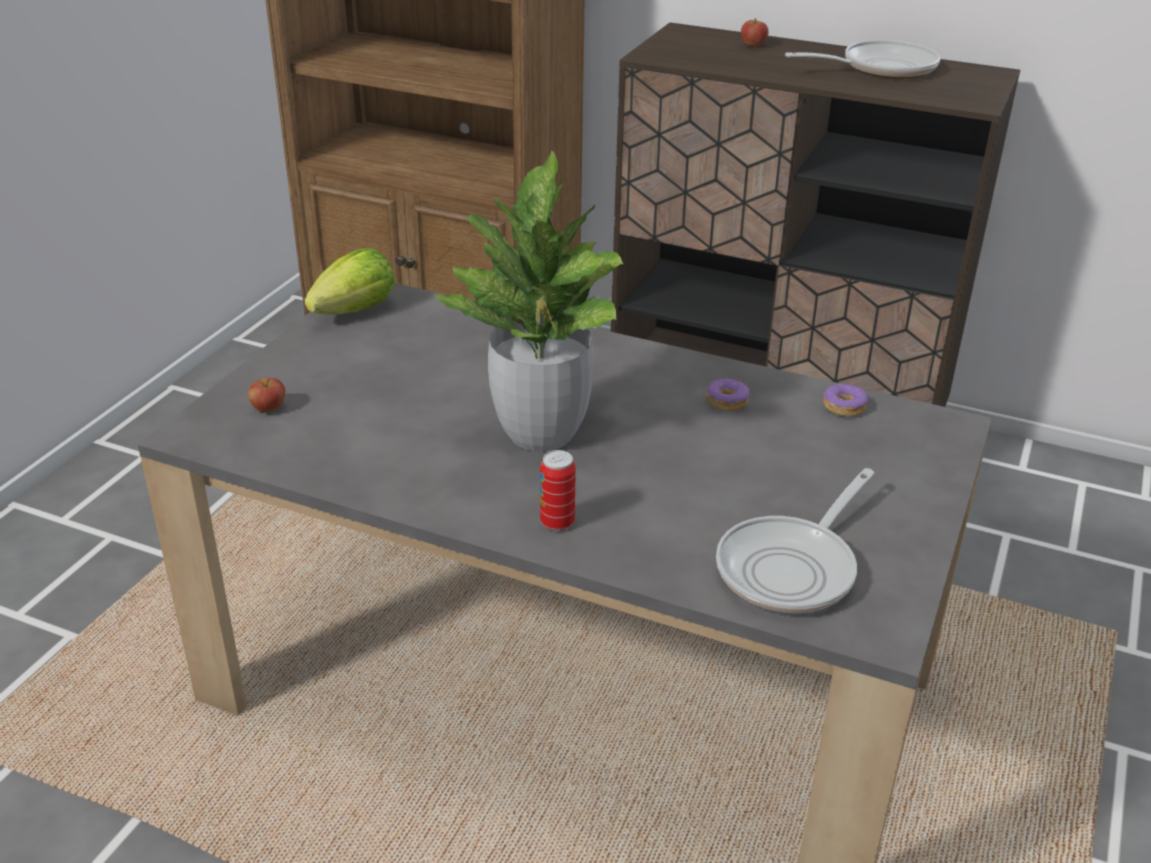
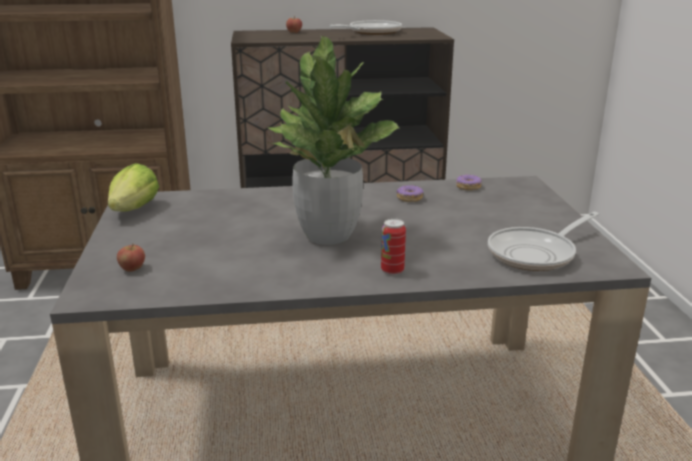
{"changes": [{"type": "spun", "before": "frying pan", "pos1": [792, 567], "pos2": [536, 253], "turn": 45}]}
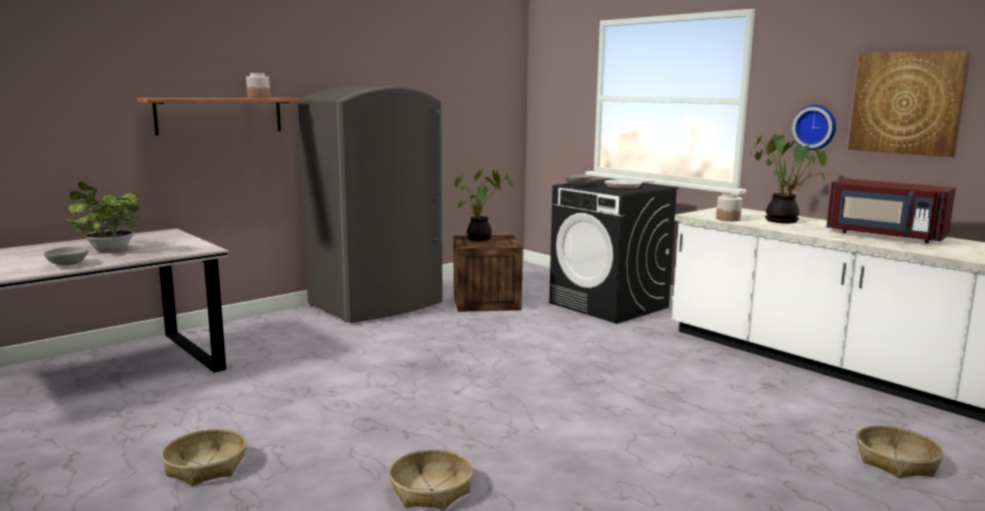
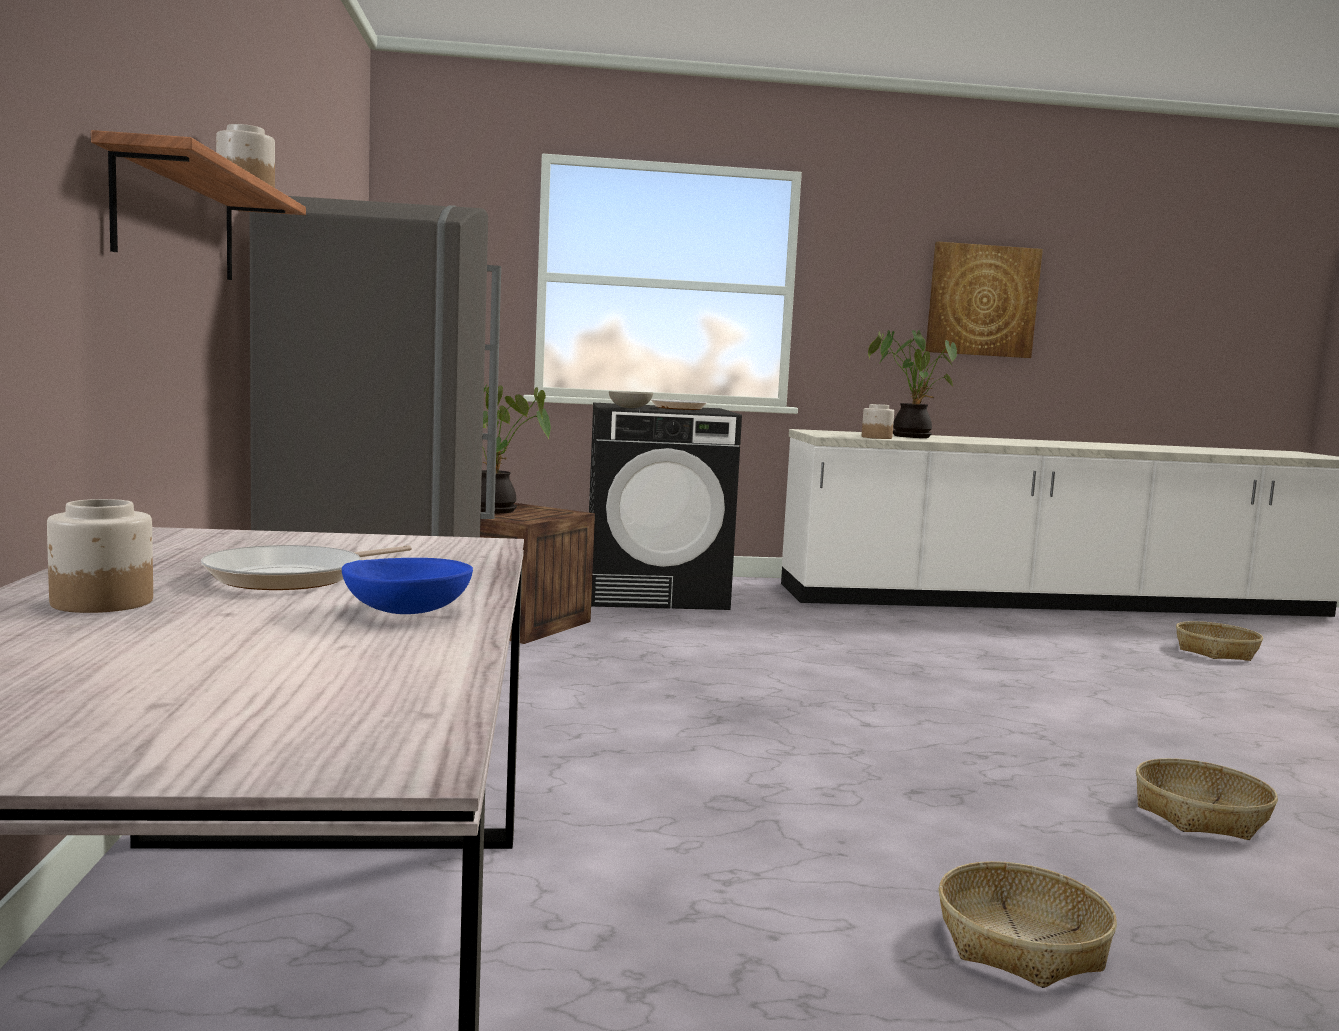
{"changes": [{"type": "missing", "before": "wall clock", "pos1": [815, 127]}, {"type": "missing", "before": "red microwave", "pos1": [884, 236]}, {"type": "exchanged", "before": "potted plant", "after": "frying pan", "pos1": [108, 250], "pos2": [293, 577]}, {"type": "colour", "before": "grey bowl", "after": "blue bowl", "pos1": [67, 265], "pos2": [407, 612]}, {"type": "appeared", "after": "jar", "pos2": [101, 603]}]}
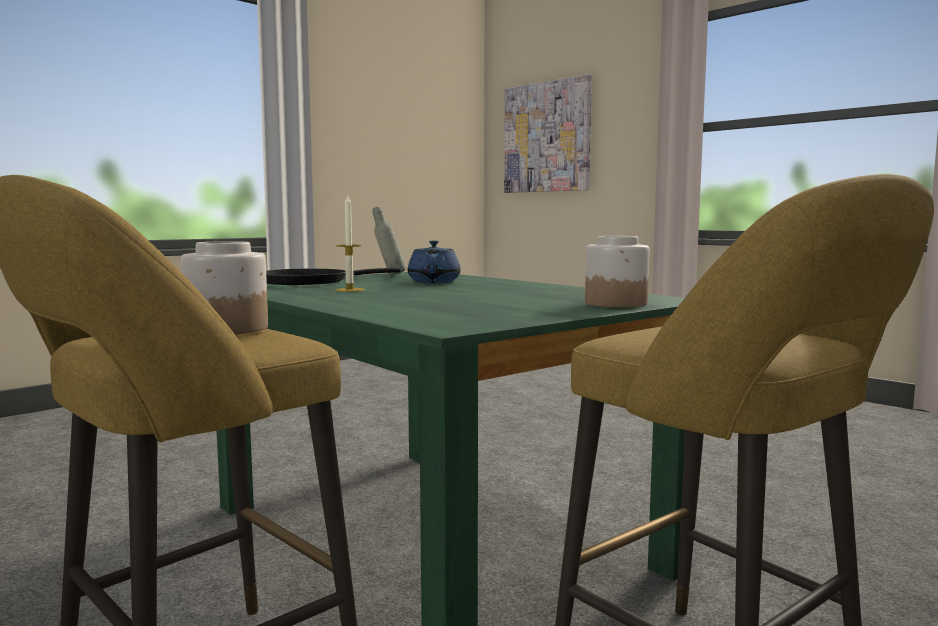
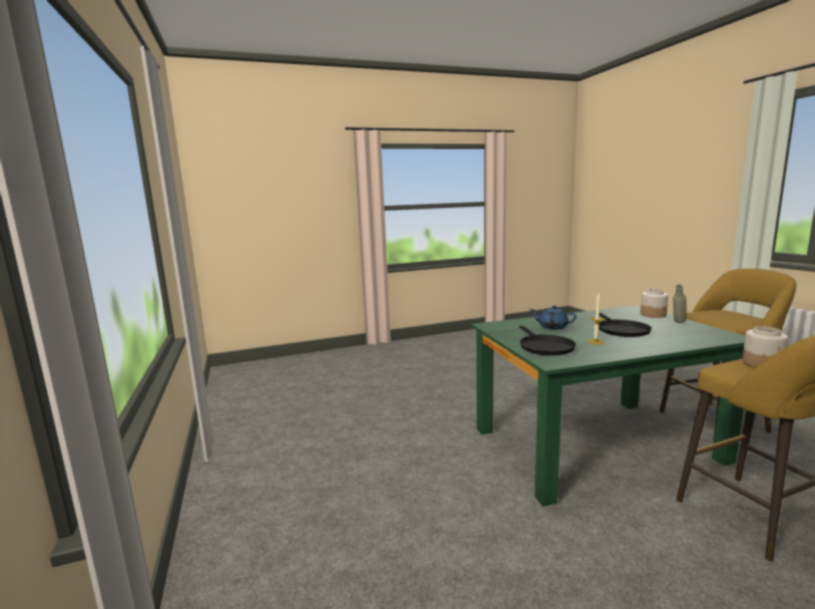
{"changes": [{"type": "missing", "before": "picture", "pos1": [547, 137]}, {"type": "relocated", "before": "grey bottle", "pos1": [389, 275], "pos2": [678, 323]}, {"type": "appeared", "after": "black frying pan", "pos2": [621, 330]}]}
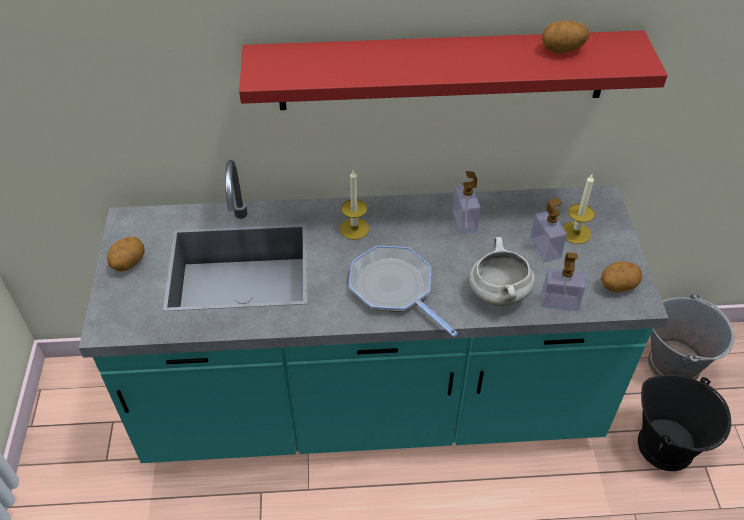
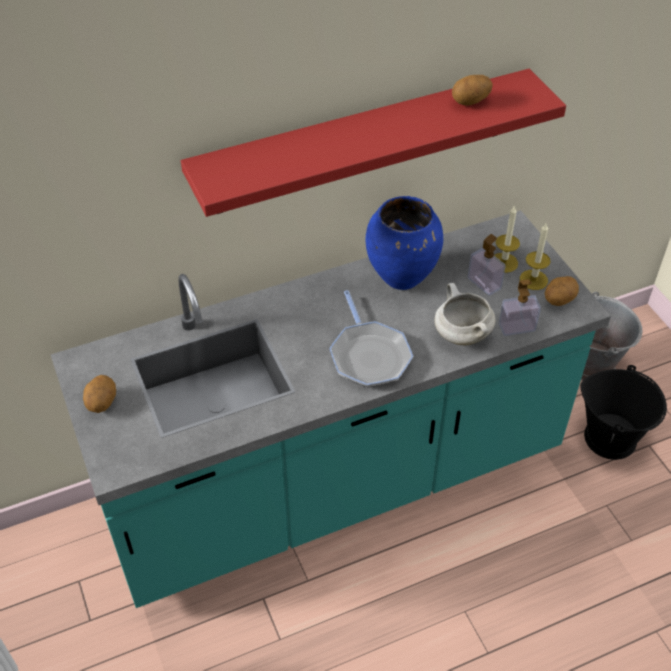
{"changes": [{"type": "relocated", "before": "candle", "pos1": [354, 228], "pos2": [533, 280]}, {"type": "exchanged", "before": "soap dispenser", "after": "blue vase", "pos1": [464, 221], "pos2": [402, 277]}, {"type": "spun", "before": "frying pan", "pos1": [394, 288], "pos2": [368, 355], "turn": -135}]}
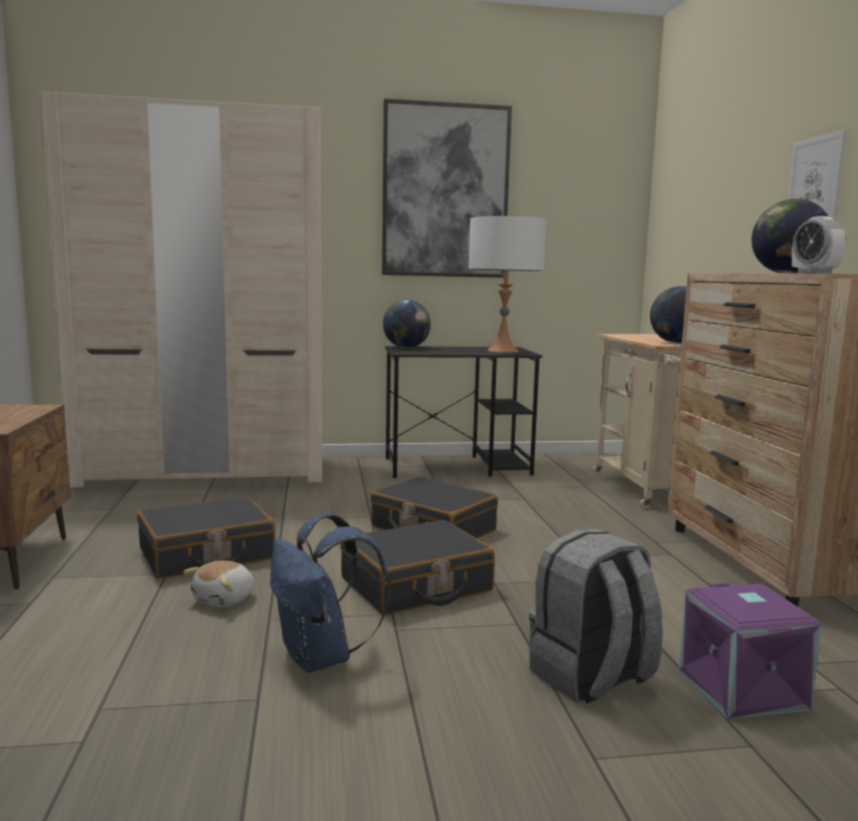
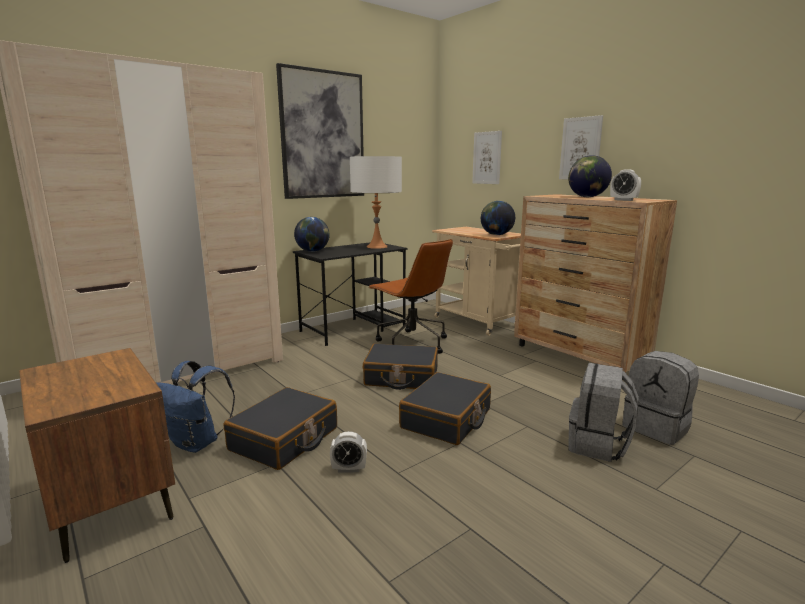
{"changes": [{"type": "relocated", "before": "blue backpack", "pos1": [321, 658], "pos2": [197, 443]}, {"type": "exchanged", "before": "plush toy", "after": "alarm clock", "pos1": [225, 599], "pos2": [349, 469]}, {"type": "exchanged", "before": "purple storage box", "after": "grey backpack", "pos1": [744, 689], "pos2": [656, 427]}, {"type": "appeared", "after": "picture", "pos2": [487, 158]}, {"type": "appeared", "after": "brown office chair", "pos2": [411, 343]}]}
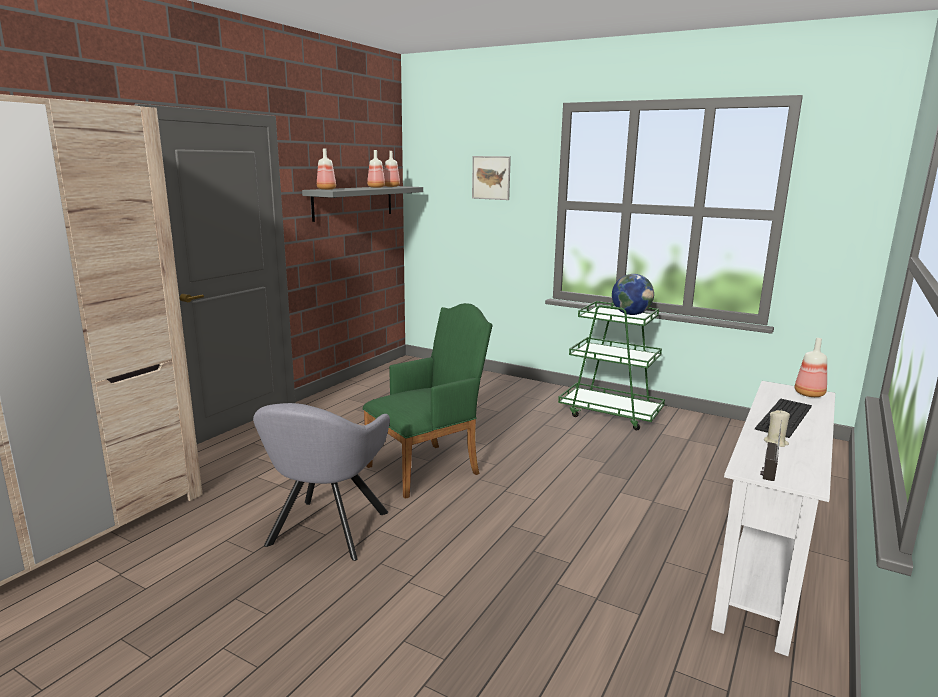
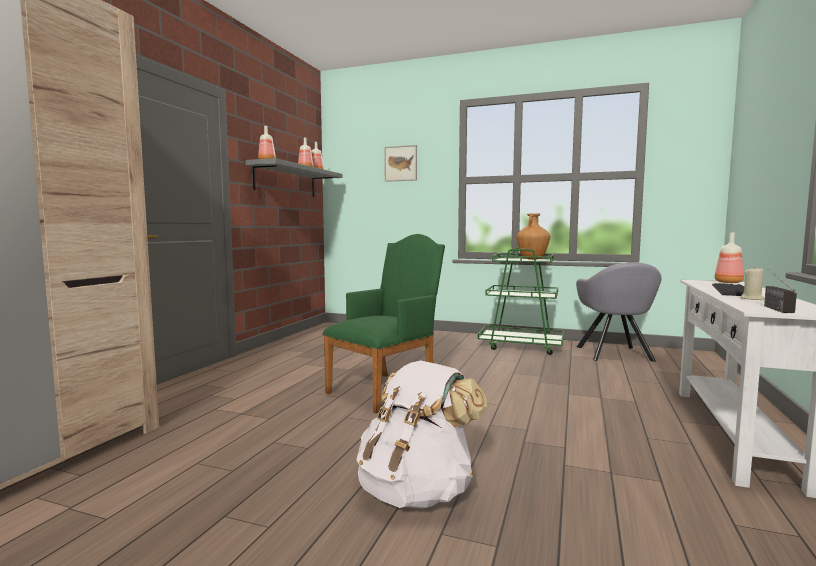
{"changes": [{"type": "exchanged", "before": "globe", "after": "brown vase", "pos1": [631, 314], "pos2": [532, 259]}, {"type": "relocated", "before": "grey armchair", "pos1": [325, 532], "pos2": [615, 355]}, {"type": "appeared", "after": "white backpack", "pos2": [417, 491]}]}
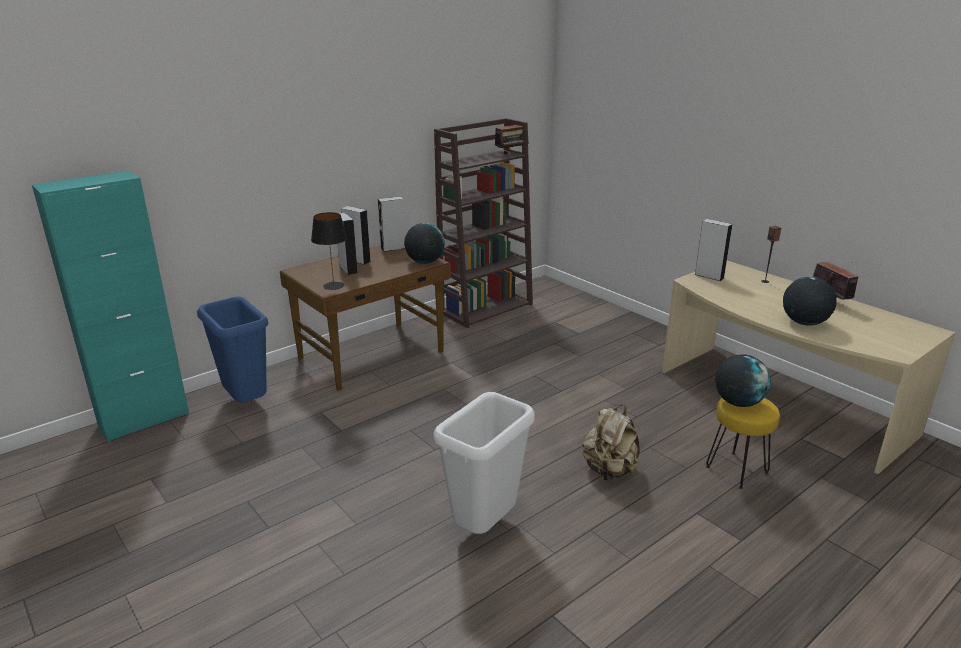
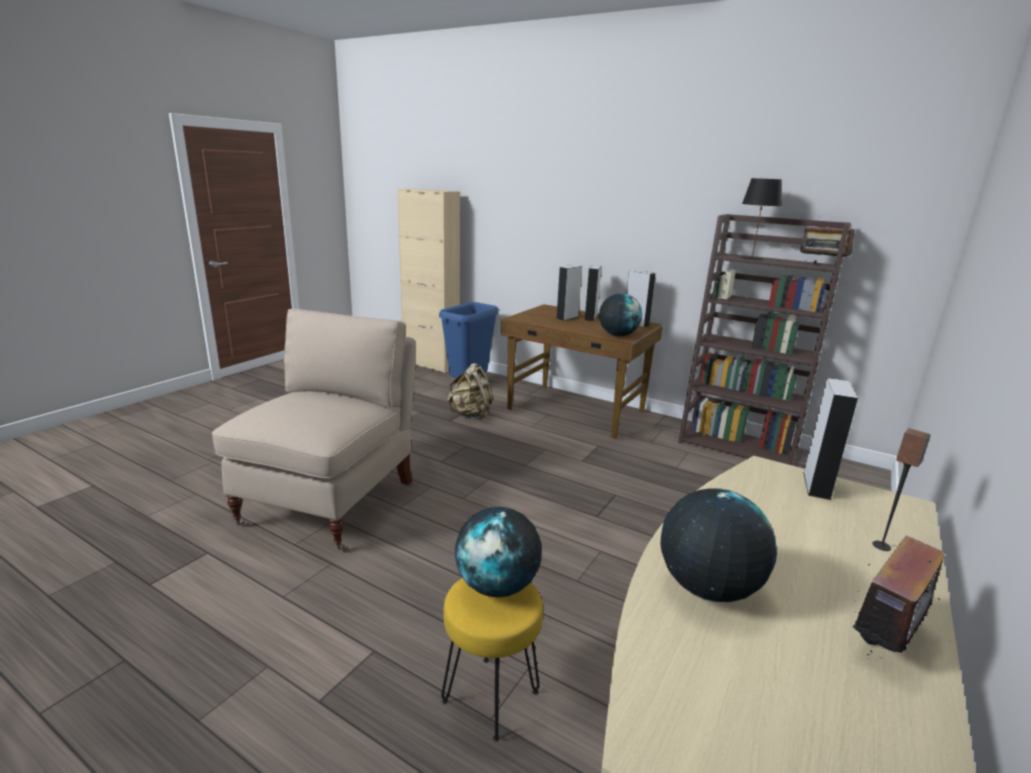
{"changes": [{"type": "colour", "before": "turquoise cabinet", "after": "beige cabinet", "pos1": [144, 420], "pos2": [431, 364]}, {"type": "relocated", "before": "black table lamp", "pos1": [333, 286], "pos2": [751, 258]}, {"type": "exchanged", "before": "white trash can", "after": "beige chair", "pos1": [484, 526], "pos2": [331, 501]}, {"type": "relocated", "before": "beige backpack", "pos1": [609, 470], "pos2": [470, 415]}]}
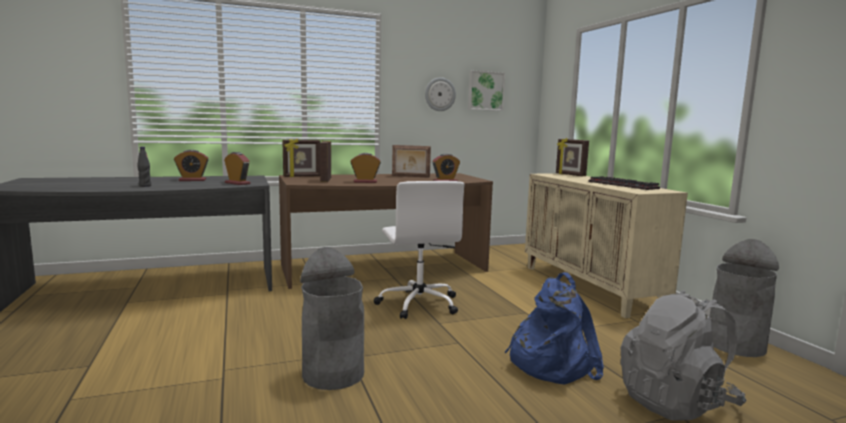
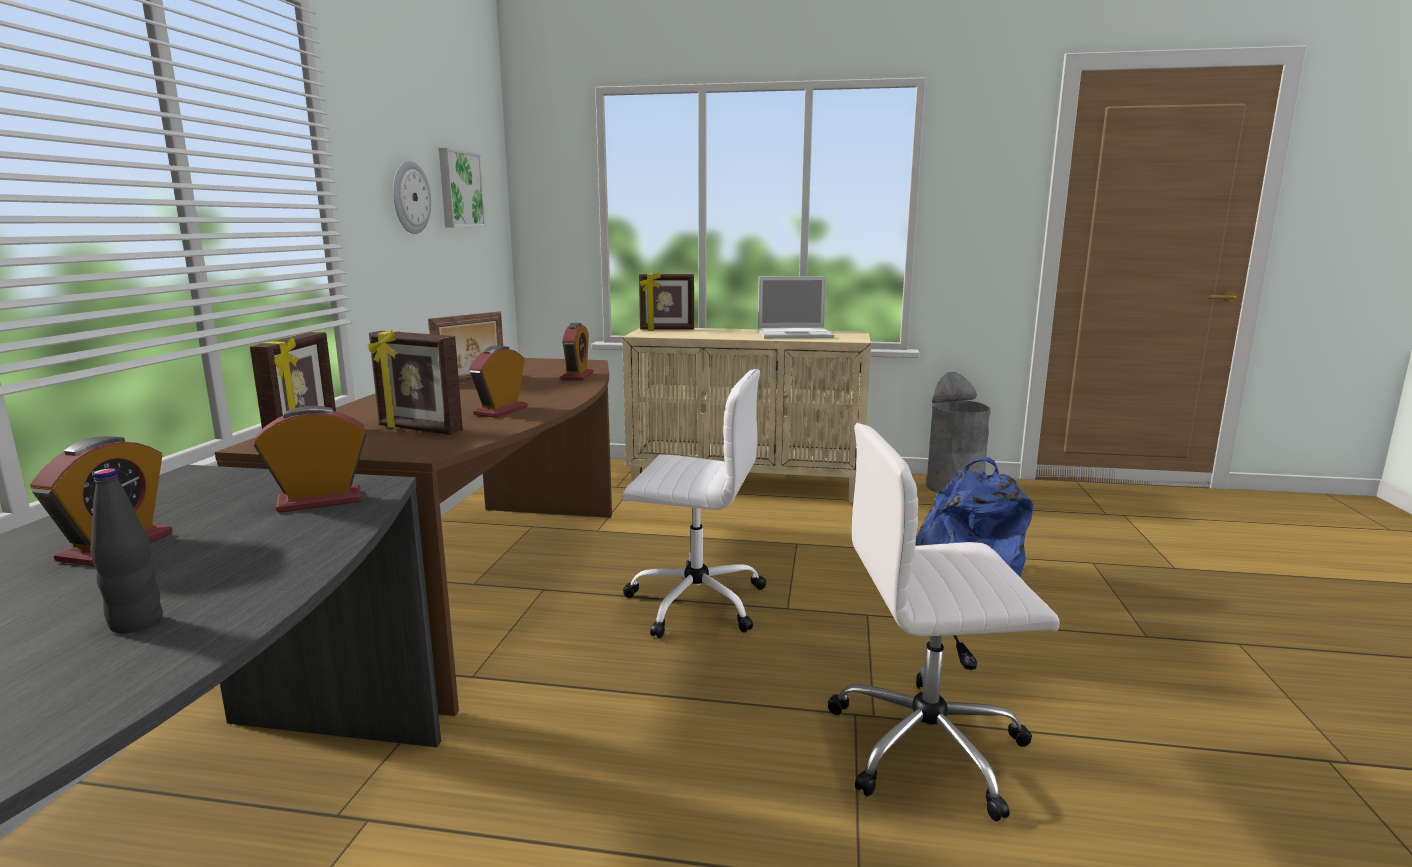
{"changes": [{"type": "exchanged", "before": "keyboard", "after": "laptop", "pos1": [624, 185], "pos2": [796, 334]}, {"type": "exchanged", "before": "grey trash can", "after": "white office chair", "pos1": [333, 374], "pos2": [930, 746]}, {"type": "missing", "before": "grey backpack", "pos1": [676, 402]}]}
